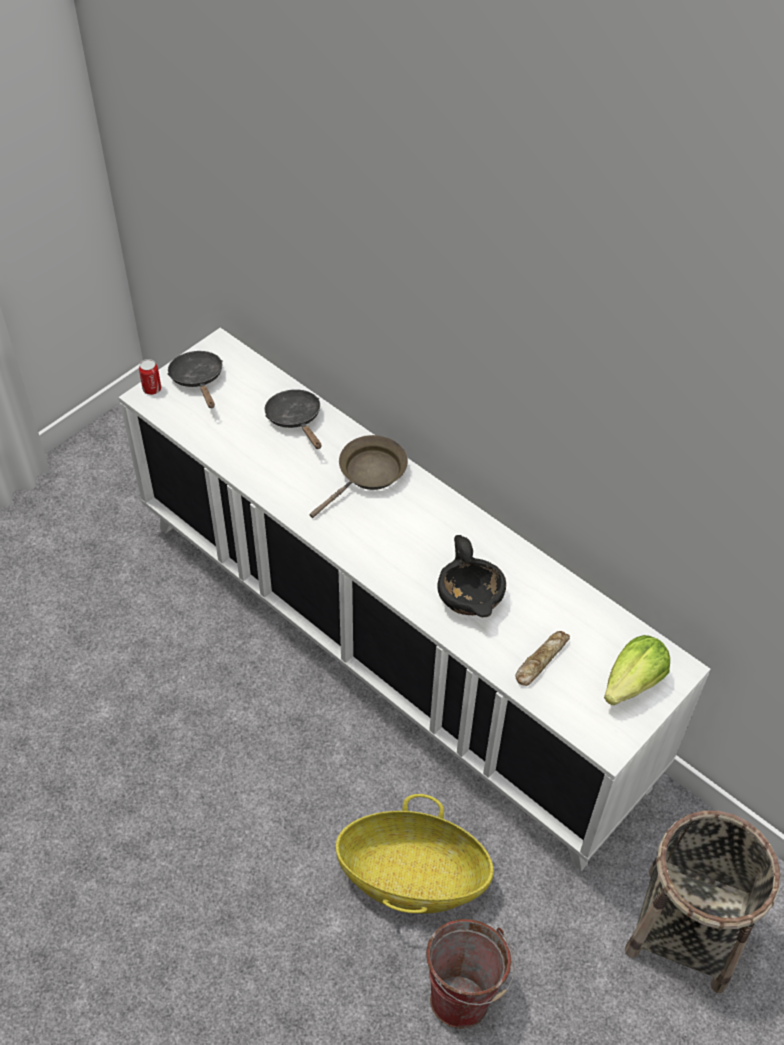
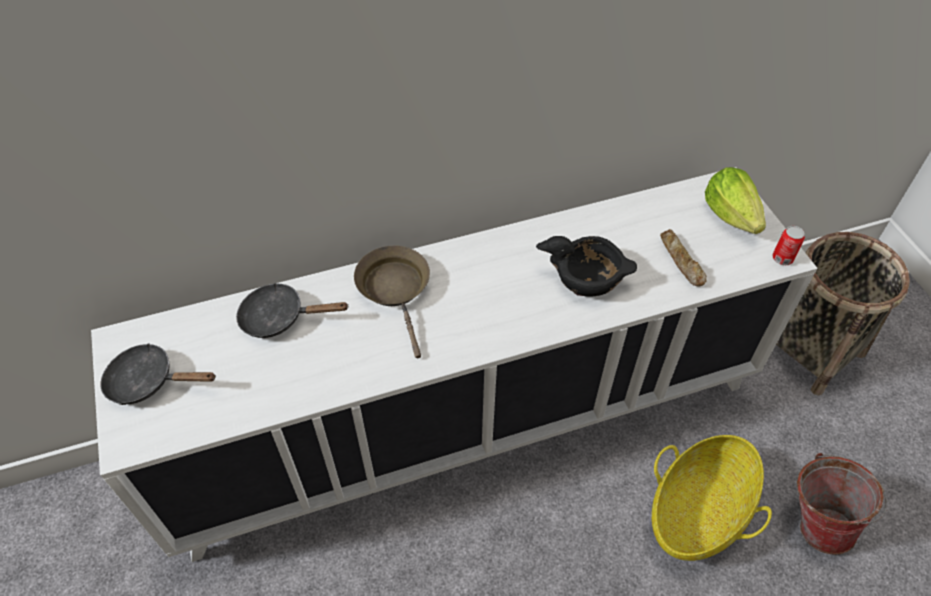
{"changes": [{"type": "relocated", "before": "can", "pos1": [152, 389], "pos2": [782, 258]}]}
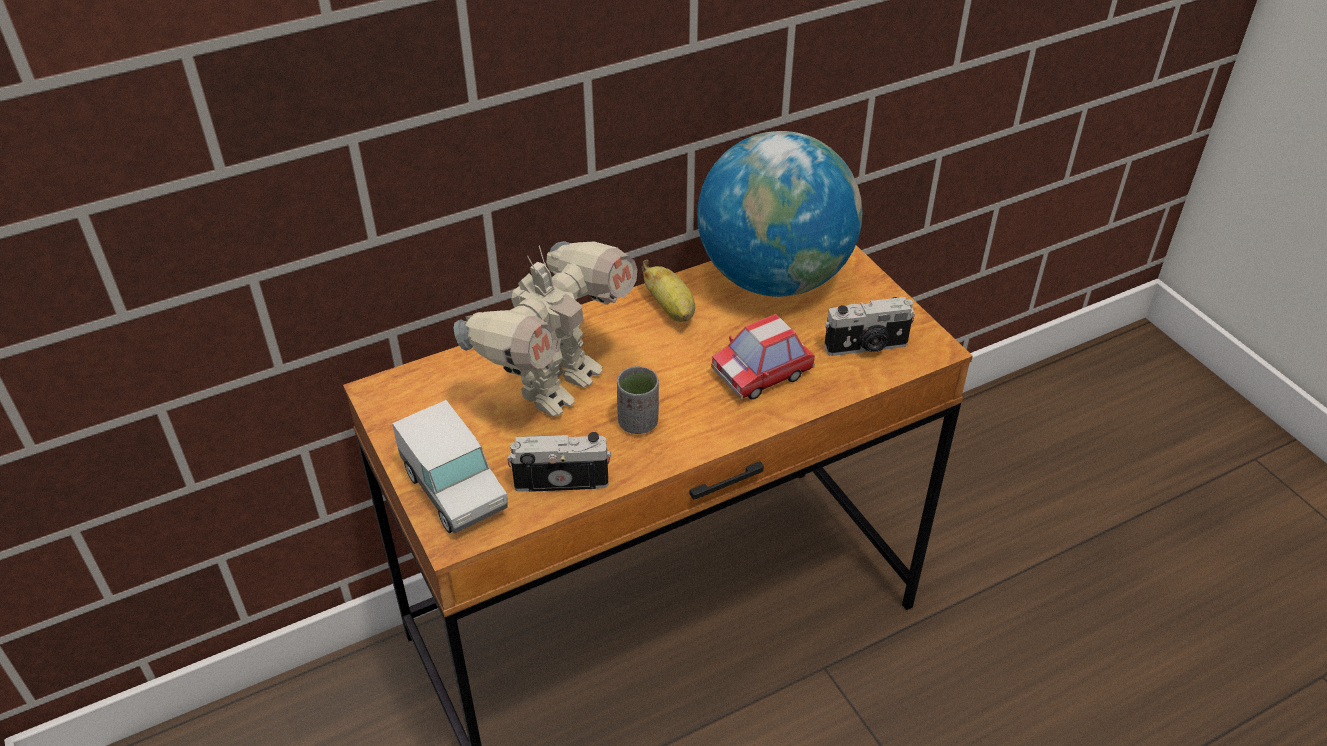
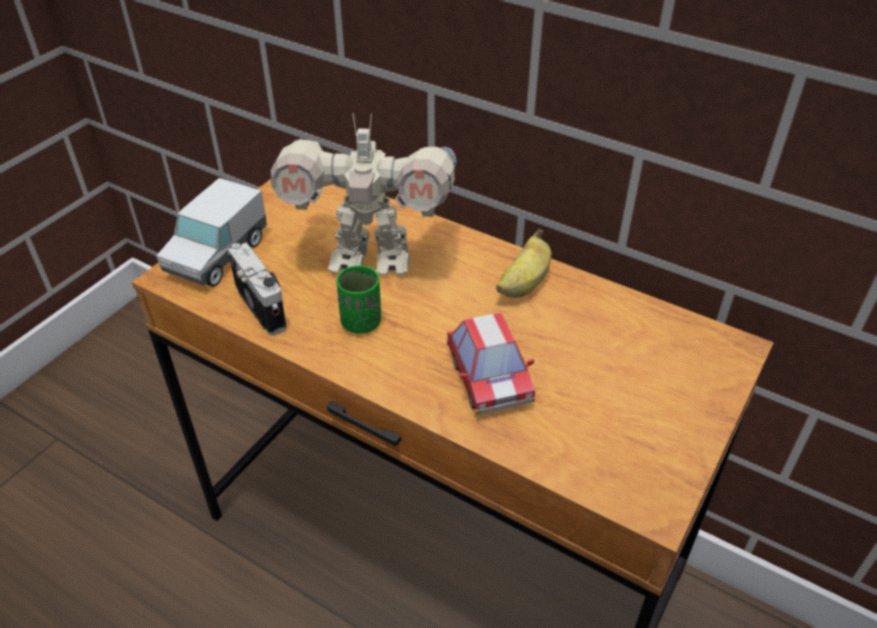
{"changes": [{"type": "missing", "before": "globe", "pos1": [774, 278]}, {"type": "missing", "before": "photo camera", "pos1": [867, 347]}, {"type": "spun", "before": "toy car", "pos1": [762, 374], "pos2": [488, 379], "turn": -135}, {"type": "colour", "before": "grey cup", "after": "green cup", "pos1": [638, 422], "pos2": [361, 323]}]}
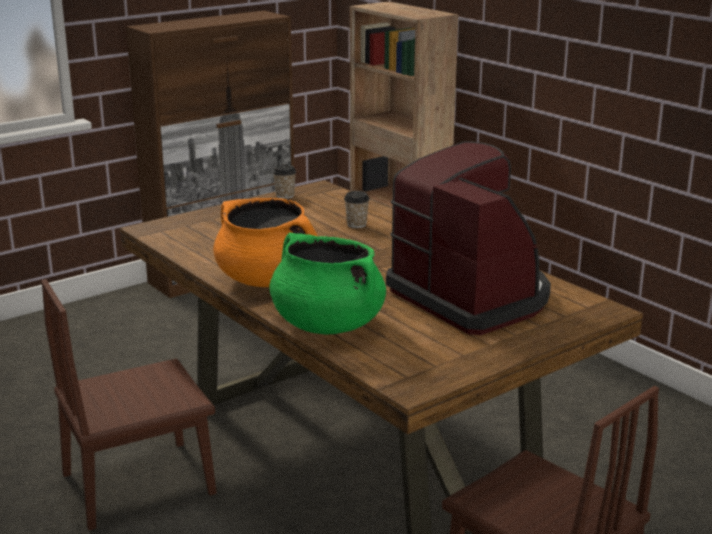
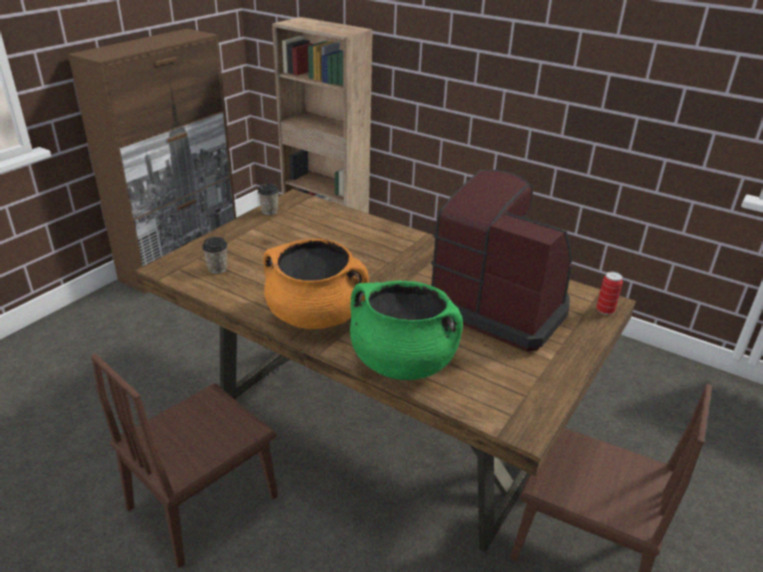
{"changes": [{"type": "relocated", "before": "cup", "pos1": [356, 224], "pos2": [217, 268]}, {"type": "appeared", "after": "can", "pos2": [605, 311]}]}
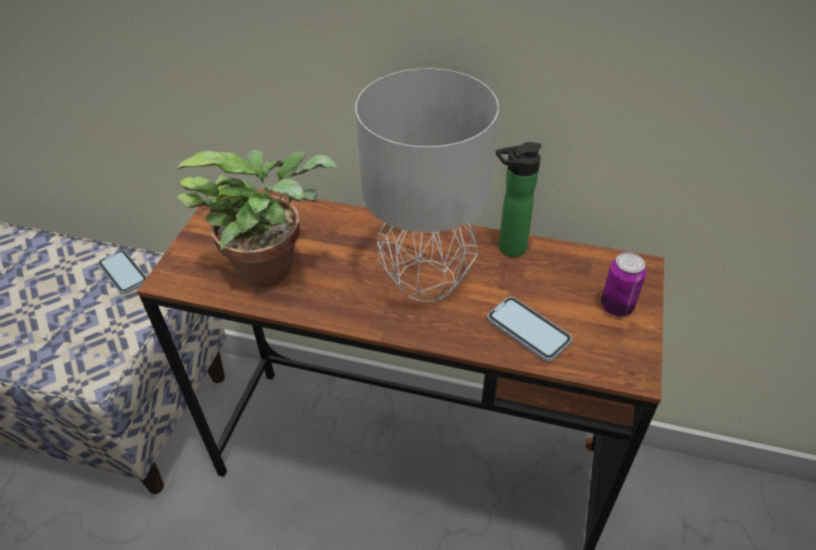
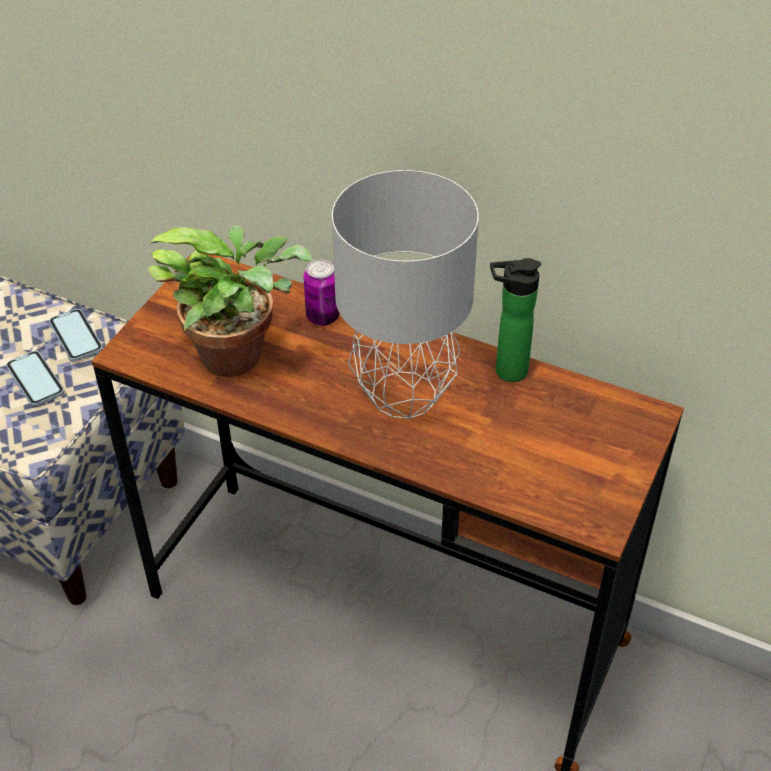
{"changes": [{"type": "relocated", "before": "can", "pos1": [616, 306], "pos2": [323, 317]}, {"type": "relocated", "before": "phone", "pos1": [528, 330], "pos2": [35, 380]}]}
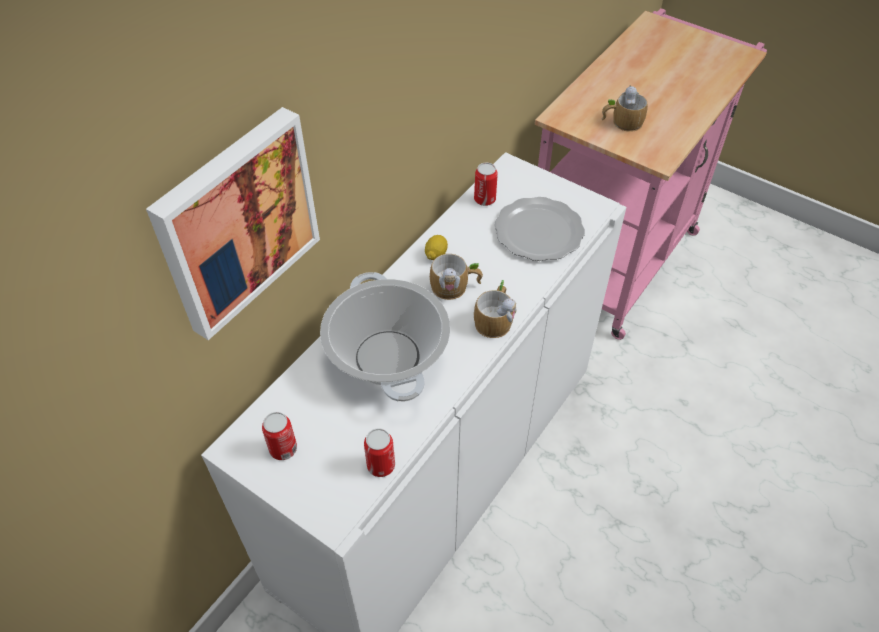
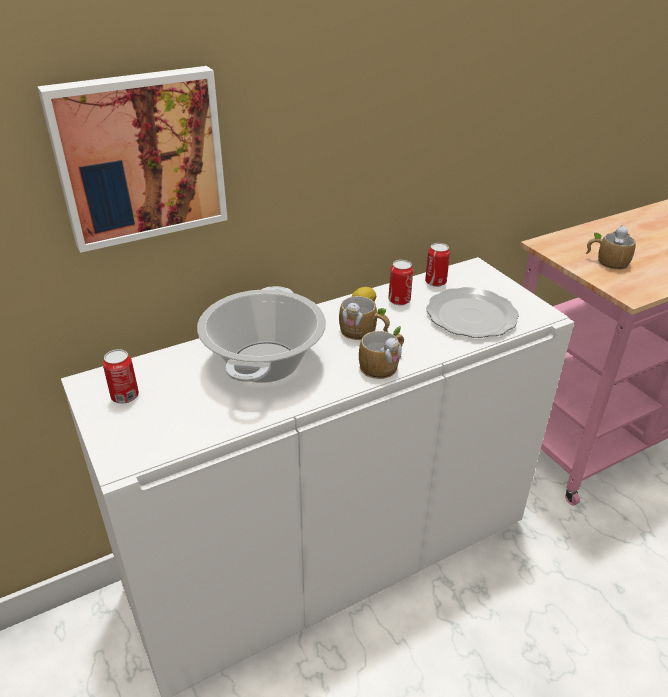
{"changes": [{"type": "relocated", "before": "can", "pos1": [381, 465], "pos2": [399, 300]}]}
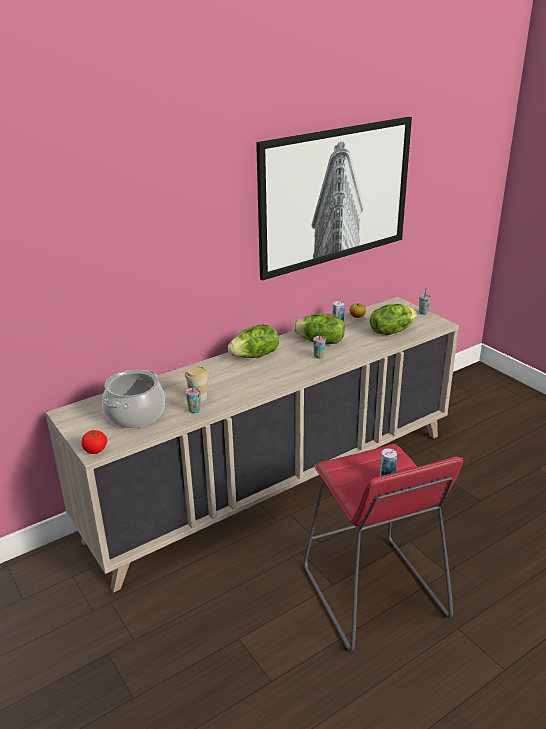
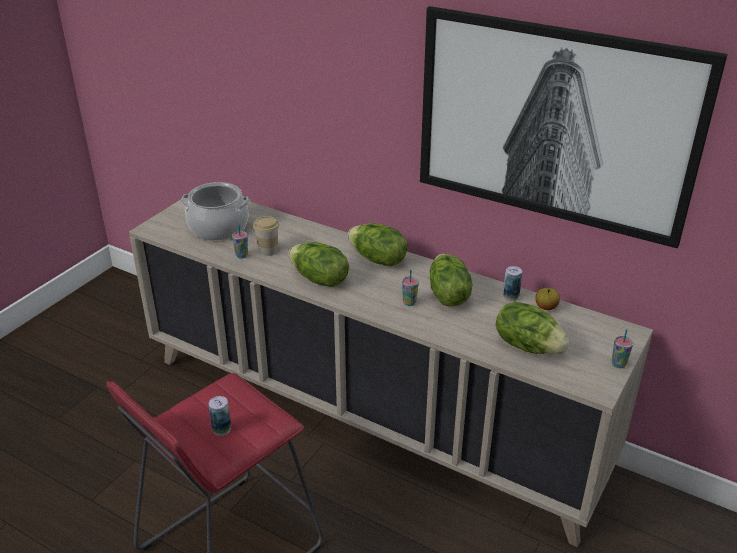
{"changes": [{"type": "missing", "before": "tomato", "pos1": [95, 450]}, {"type": "appeared", "after": "lettuce", "pos2": [319, 279]}]}
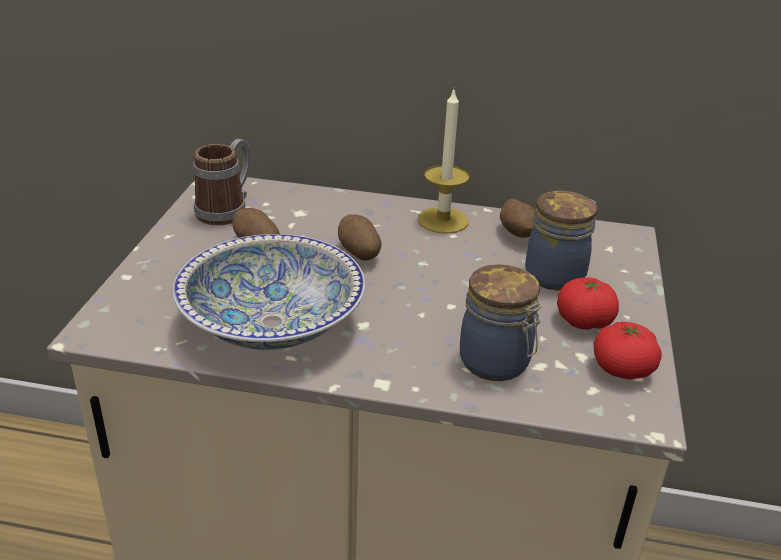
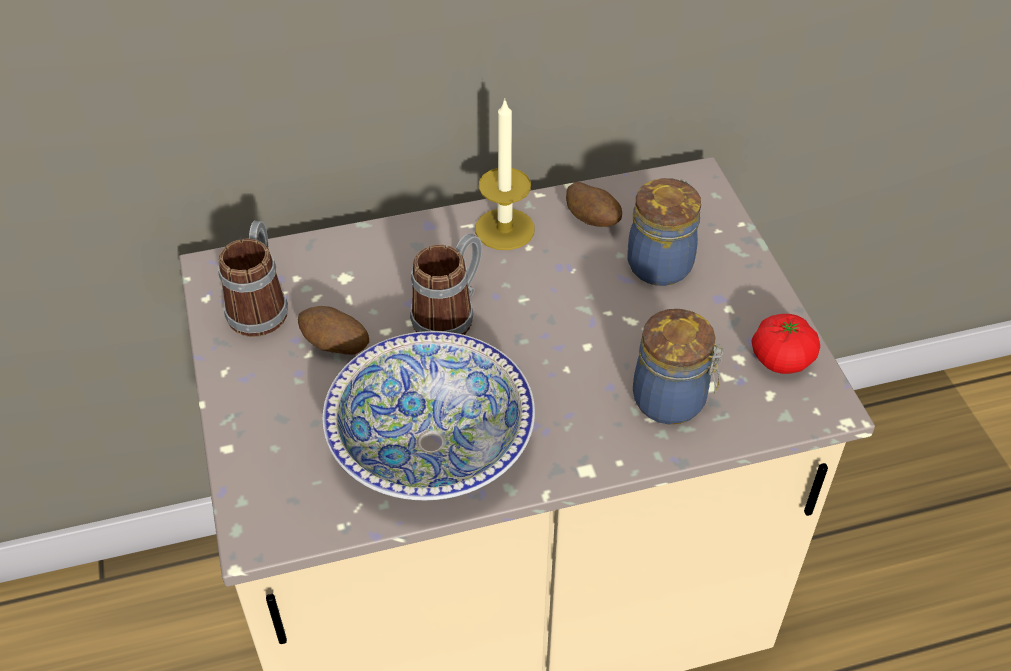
{"changes": [{"type": "exchanged", "before": "potato", "after": "mug", "pos1": [358, 254], "pos2": [451, 313]}, {"type": "missing", "before": "tomato", "pos1": [584, 321]}]}
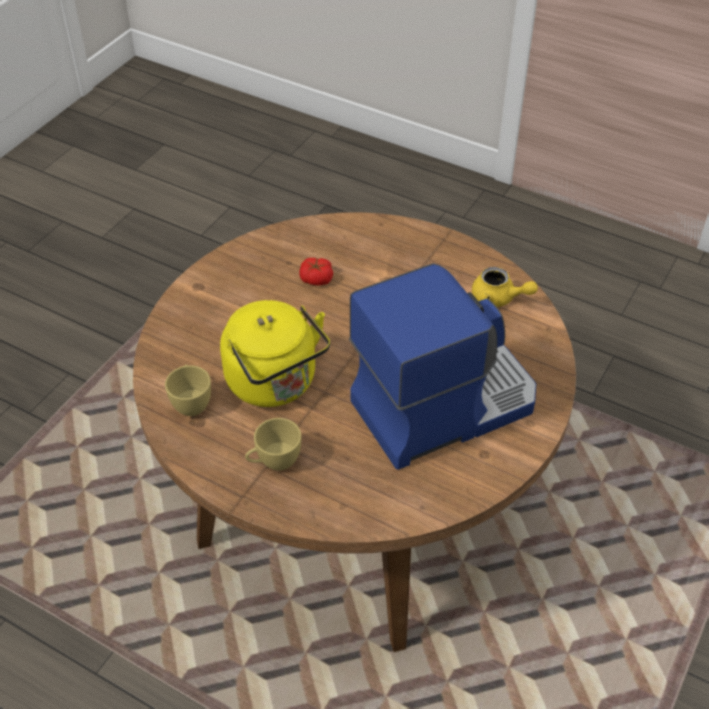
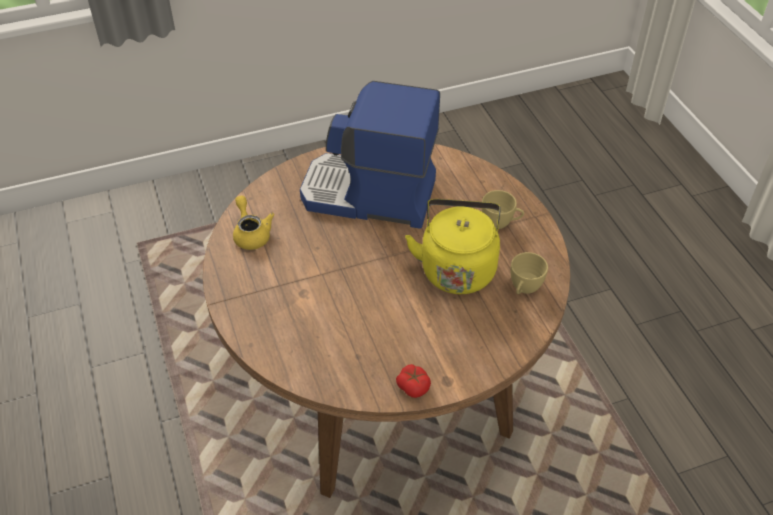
{"changes": [{"type": "relocated", "before": "tomato", "pos1": [316, 279], "pos2": [413, 386]}]}
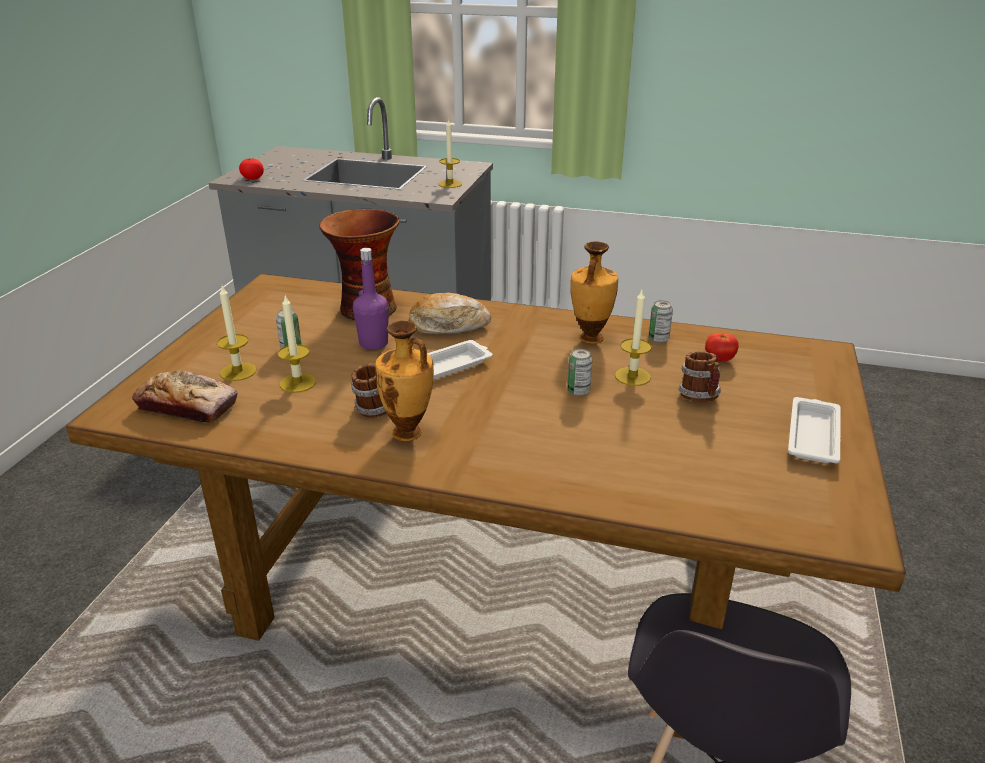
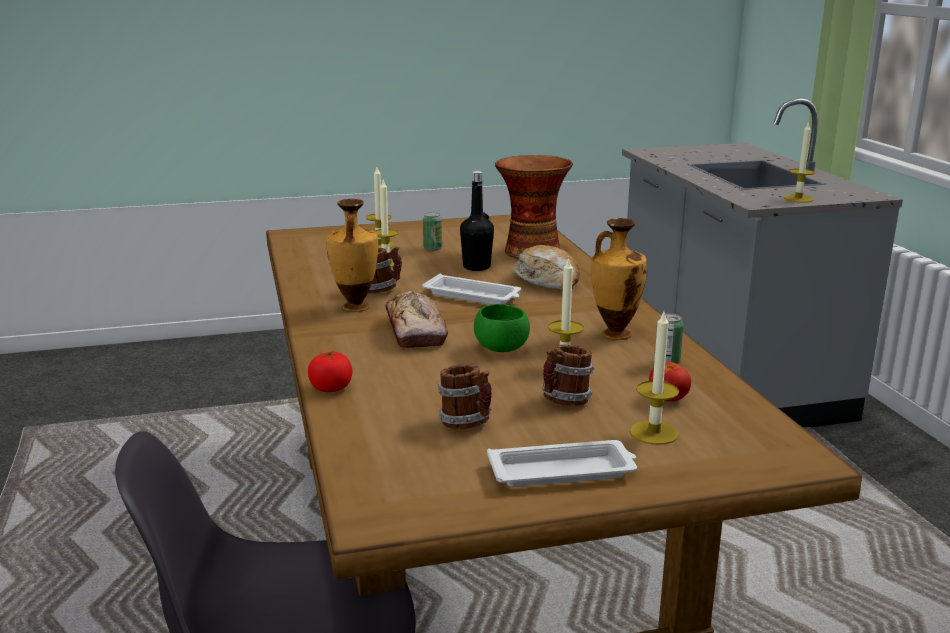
{"changes": [{"type": "relocated", "before": "tomato", "pos1": [252, 178], "pos2": [331, 388]}, {"type": "colour", "before": "purple bottle", "after": "black bottle", "pos1": [373, 343], "pos2": [476, 267]}, {"type": "exchanged", "before": "can", "after": "green bowl", "pos1": [578, 391], "pos2": [501, 348]}, {"type": "relocated", "before": "bread", "pos1": [188, 406], "pos2": [415, 331]}, {"type": "appeared", "after": "candle", "pos2": [654, 432]}, {"type": "appeared", "after": "mug", "pos2": [467, 424]}]}
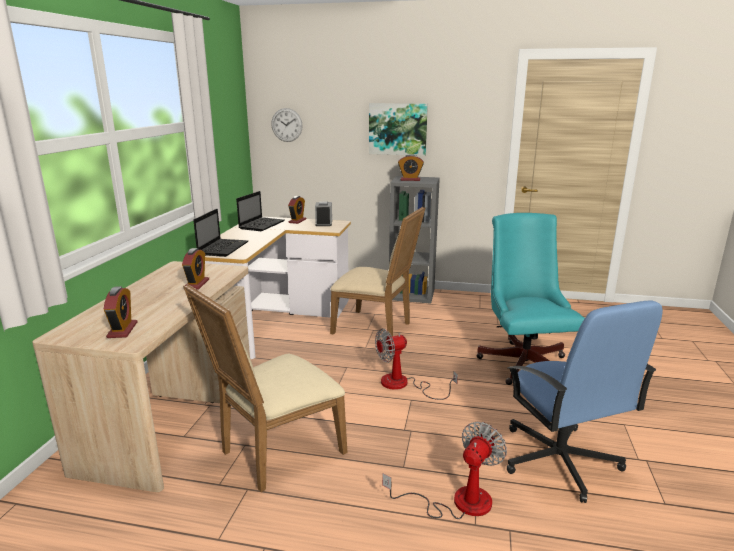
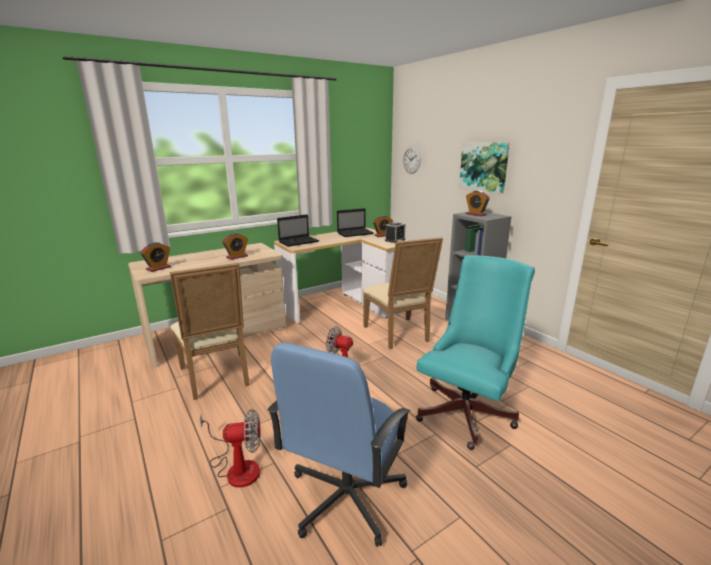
{"changes": [{"type": "spun", "before": "beige chair", "pos1": [276, 453], "pos2": [217, 378], "turn": -120}]}
